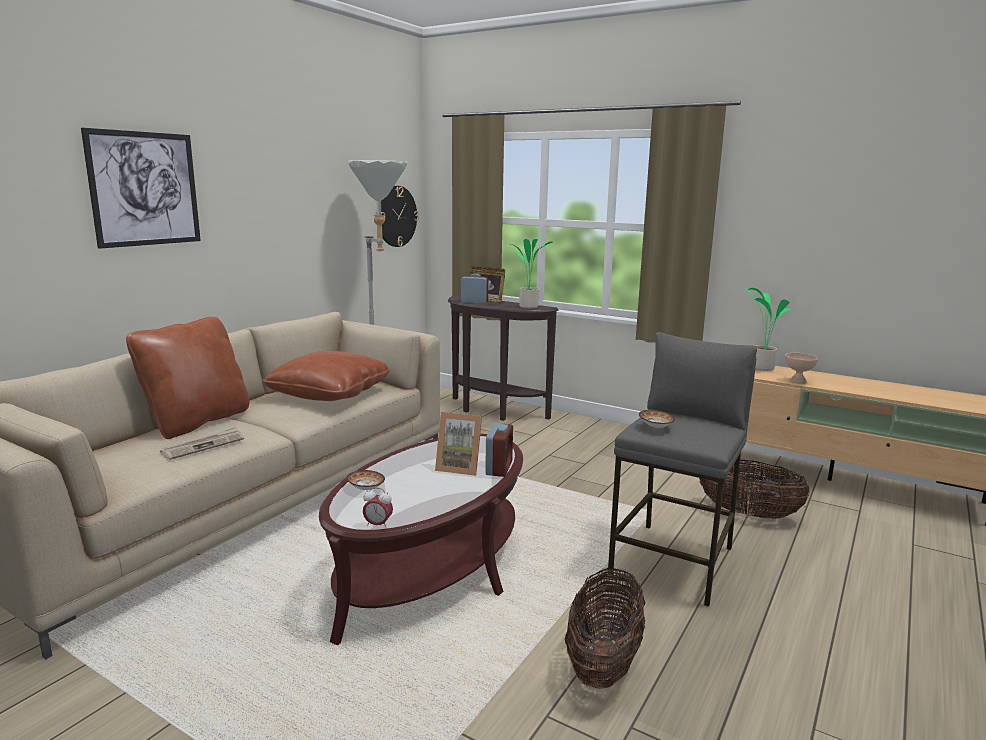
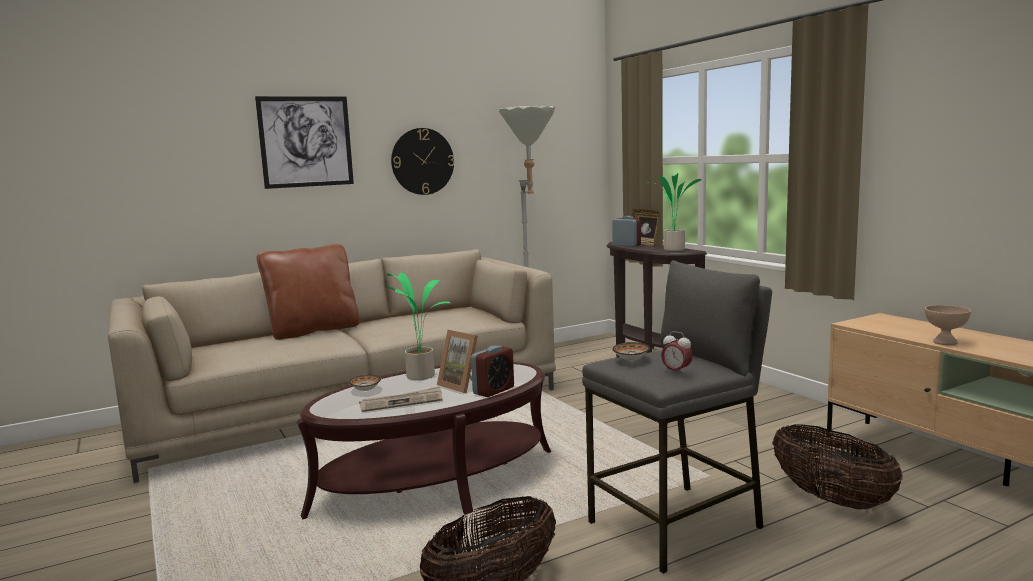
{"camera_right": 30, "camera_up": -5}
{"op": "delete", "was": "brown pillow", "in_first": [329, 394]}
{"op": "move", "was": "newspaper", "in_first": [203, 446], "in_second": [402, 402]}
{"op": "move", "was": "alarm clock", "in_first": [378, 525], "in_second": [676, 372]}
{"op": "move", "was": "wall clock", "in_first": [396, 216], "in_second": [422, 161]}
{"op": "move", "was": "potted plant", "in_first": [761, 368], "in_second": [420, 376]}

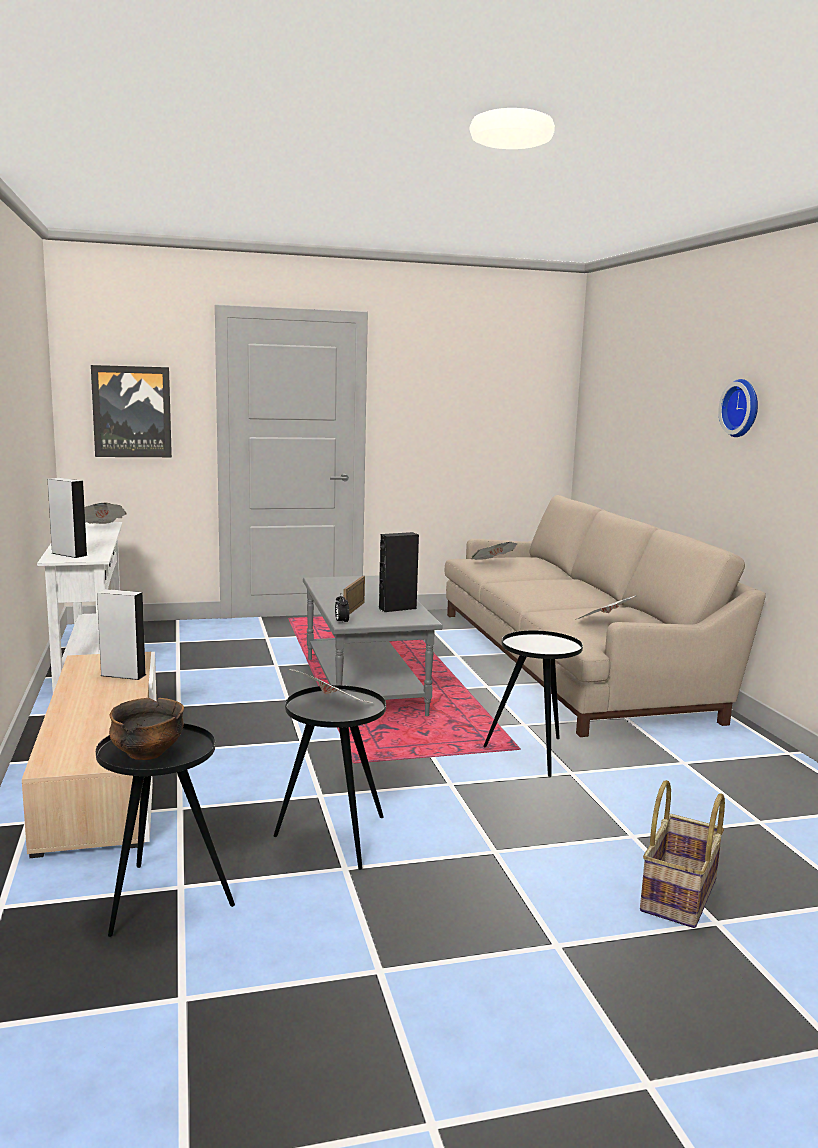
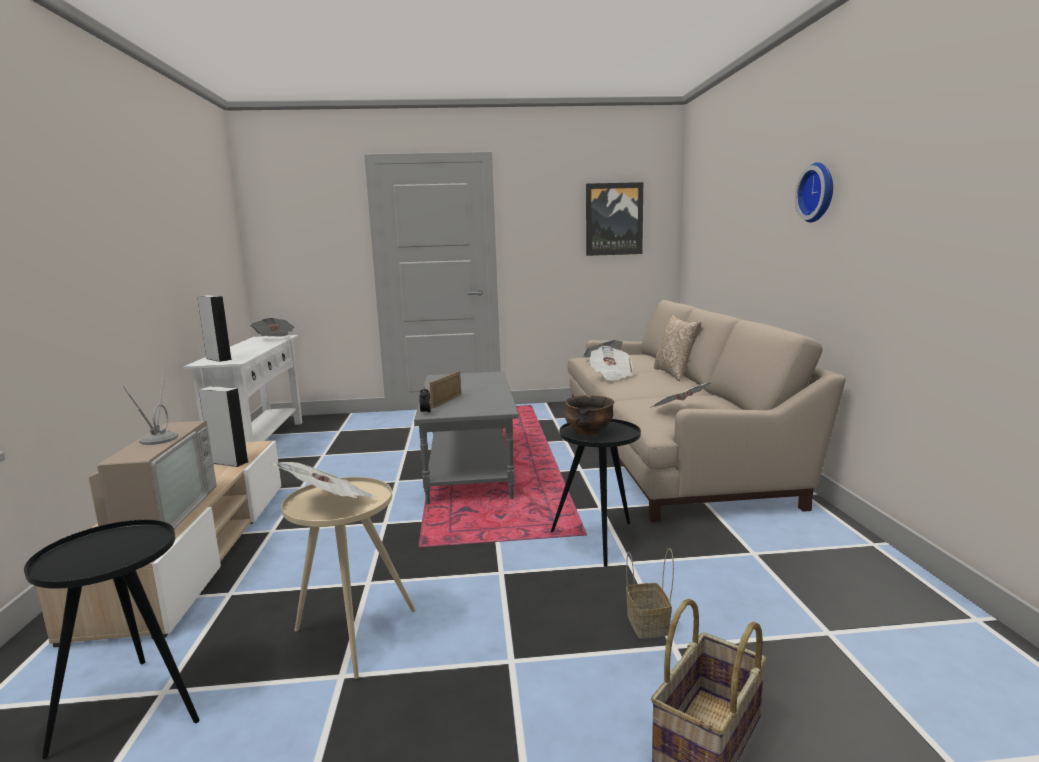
{"camera_right": 10, "camera_up": 0}
{"op": "delete", "was": "black speaker", "in_first": [397, 608]}
{"op": "insert", "now": "television", "in_second": [162, 512]}
{"op": "insert", "now": "newspaper", "in_second": [611, 375]}
{"op": "insert", "now": "basket", "in_second": [649, 625]}
{"op": "insert", "now": "pillow", "in_second": [675, 374]}
{"op": "move", "was": "picture", "in_first": [132, 412], "in_second": [614, 219]}
{"op": "move", "was": "bowl", "in_first": [147, 754], "in_second": [588, 432]}
{"op": "recolor", "was": "black side table", "now": "beige side table", "in_first": [334, 838], "in_second": [352, 635]}

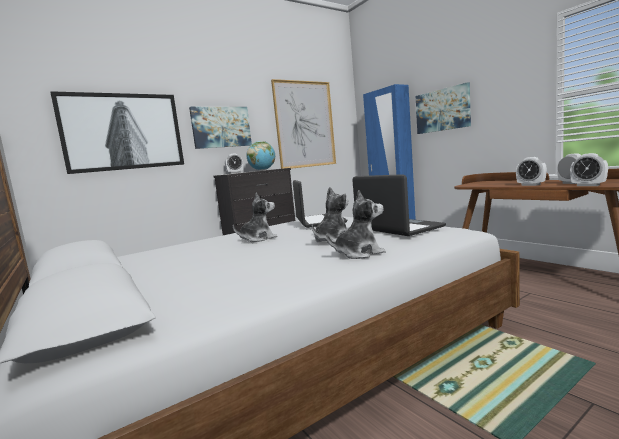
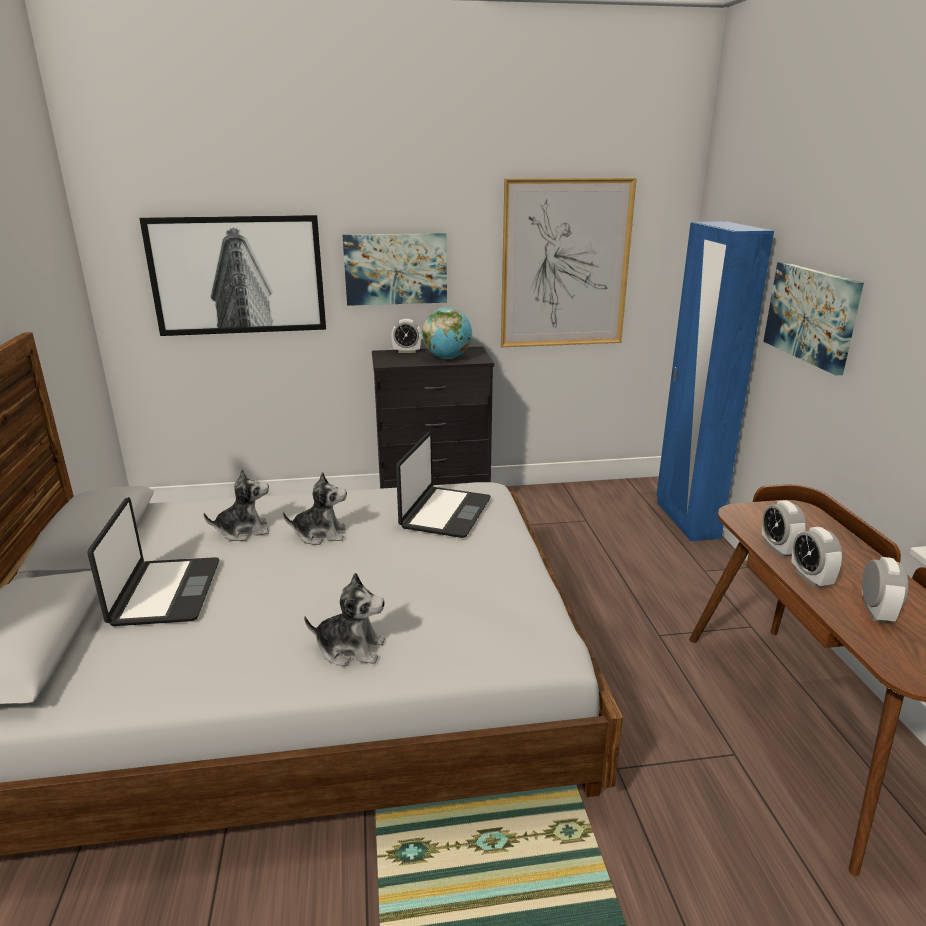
{"camera_right": 25, "camera_up": 15}
{"op": "move", "was": "plush toy", "in_first": [332, 240], "in_second": [243, 531]}
{"op": "move", "was": "laptop", "in_first": [398, 228], "in_second": [165, 593]}
{"op": "move", "was": "alarm clock", "in_first": [588, 185], "in_second": [778, 549]}

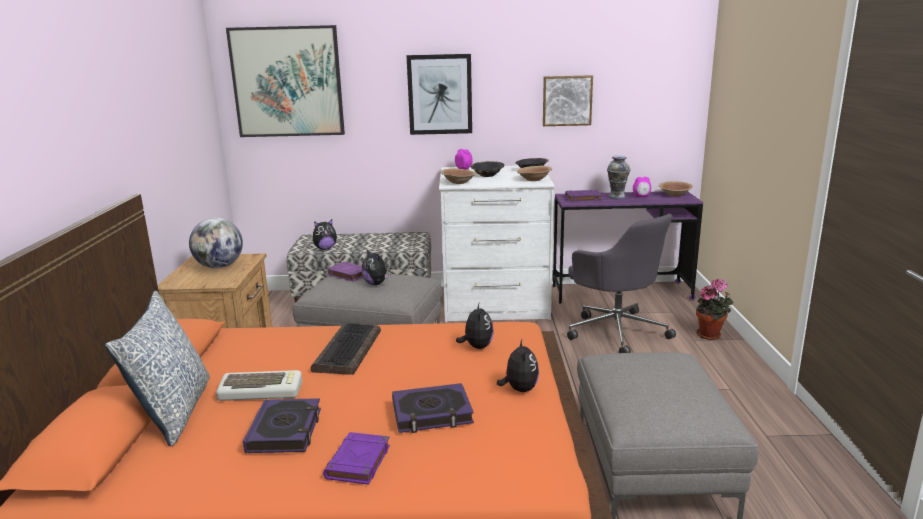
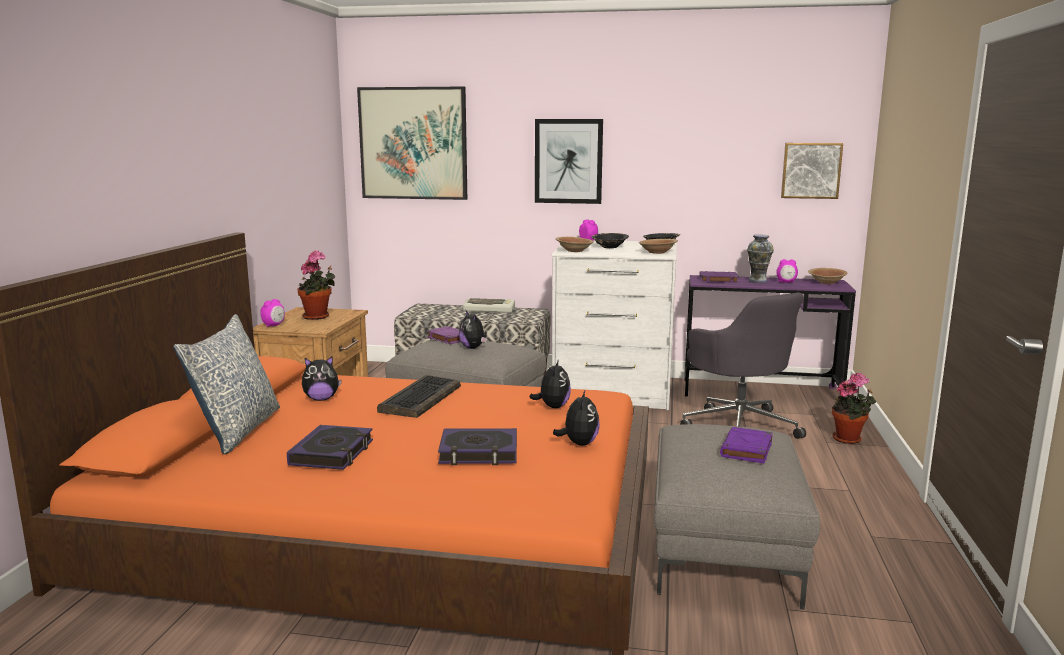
{"camera_right": 10, "camera_up": -5}
{"op": "insert", "now": "alarm clock", "in_second": [274, 325]}
{"op": "move", "was": "keyboard", "in_first": [262, 391], "in_second": [489, 310]}
{"op": "move", "was": "plush toy", "in_first": [325, 248], "in_second": [321, 399]}
{"op": "move", "was": "purple book", "in_first": [358, 463], "in_second": [746, 450]}
{"op": "move", "was": "picture", "in_first": [567, 100], "in_second": [811, 170]}
{"op": "replace", "was": "globe", "now": "potted plant", "in_first": [220, 266], "in_second": [318, 317]}

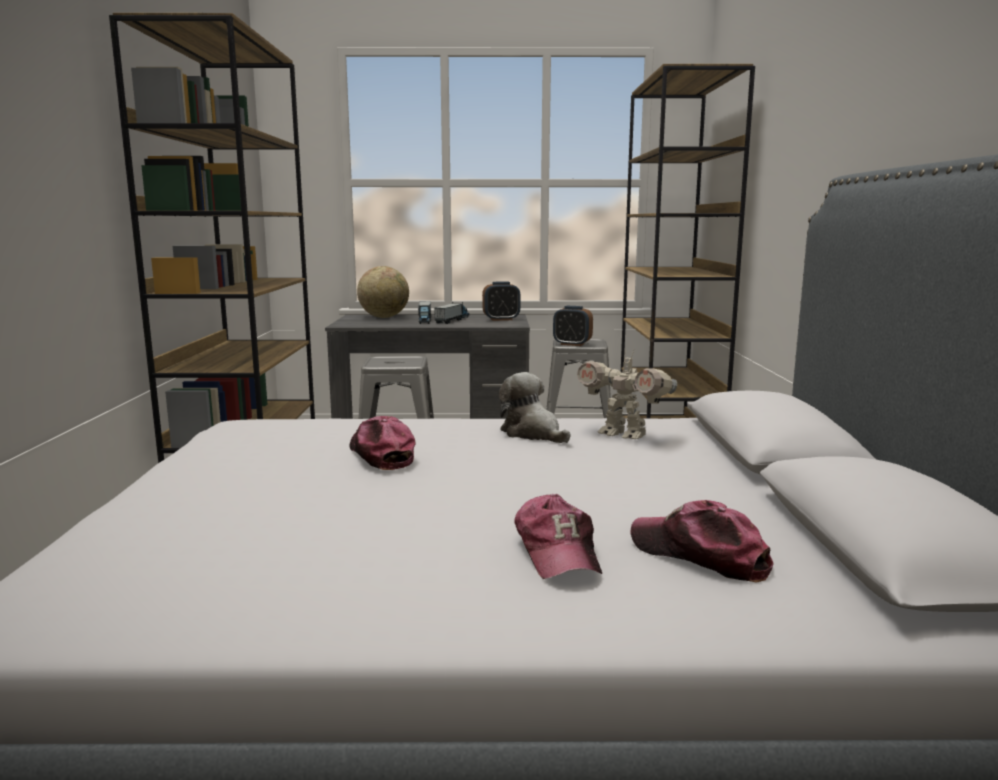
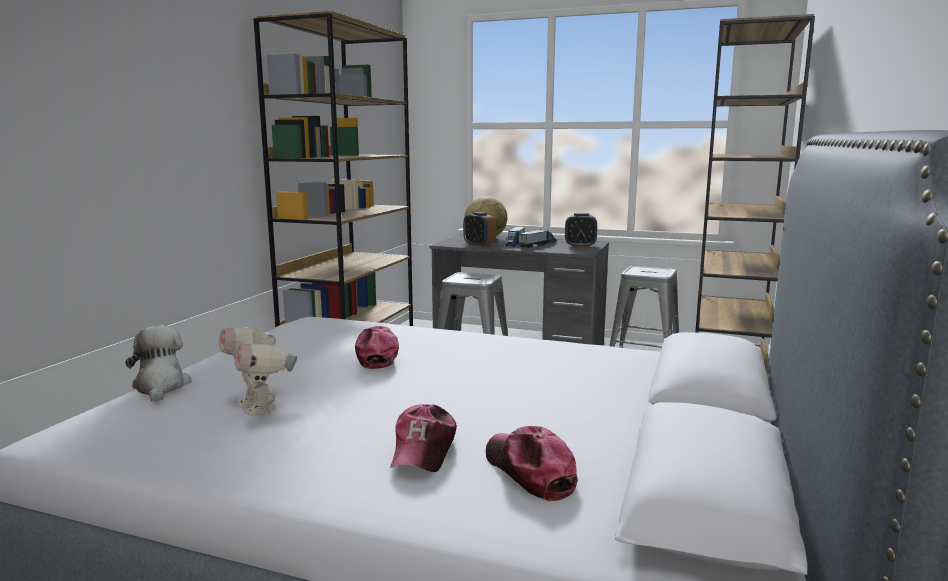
{"camera_right": 20, "camera_up": 0}
{"op": "move", "was": "plush toy", "in_first": [533, 433], "in_second": [161, 386]}
{"op": "move", "was": "alarm clock", "in_first": [572, 344], "in_second": [479, 245]}
{"op": "move", "was": "toy robot", "in_first": [623, 435], "in_second": [259, 407]}

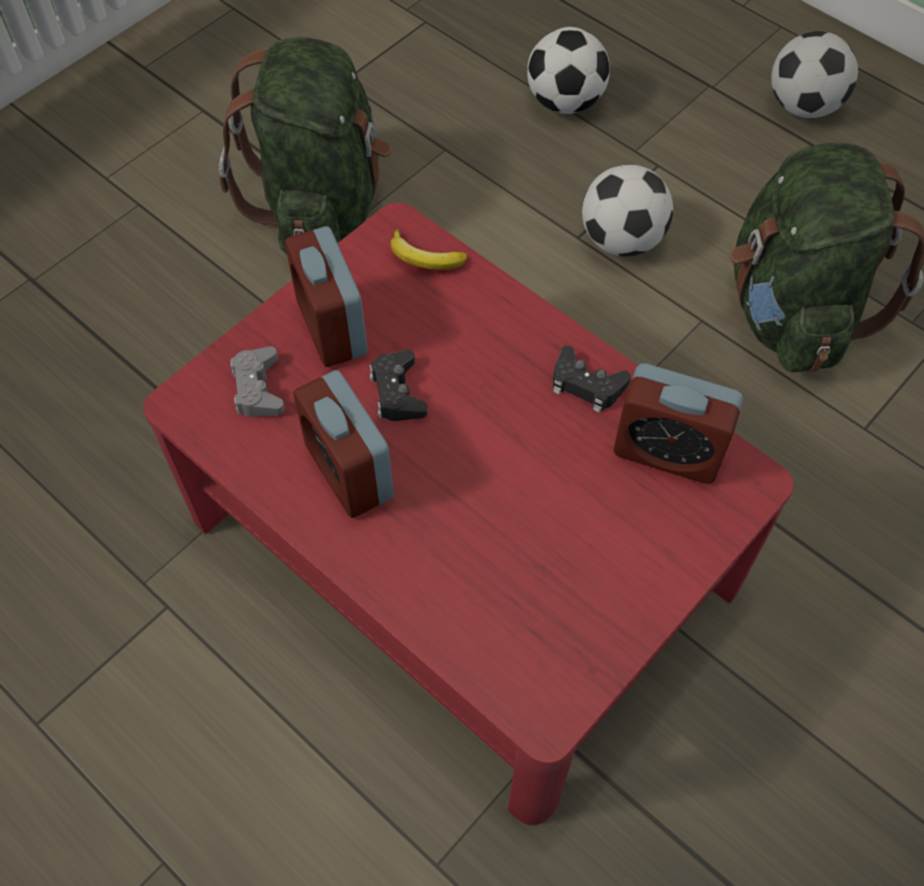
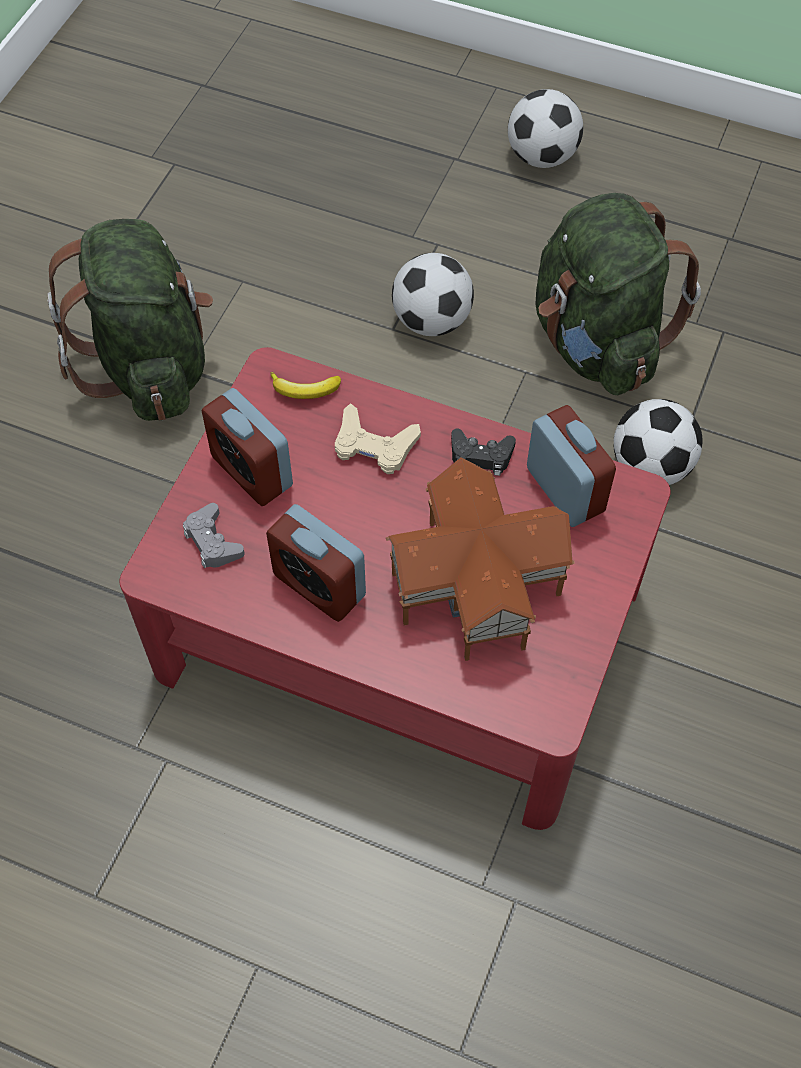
{"camera_right": -20, "camera_up": 0}
{"op": "delete", "was": "black game controller", "in_first": [397, 392]}
{"op": "insert", "now": "beige game controller", "in_second": [374, 445]}
{"op": "insert", "now": "toy house", "in_second": [474, 587]}
{"op": "move", "was": "football", "in_first": [564, 102], "in_second": [650, 467]}
{"op": "rotate", "was": "alarm clock", "in_first": [667, 451], "in_second": [565, 490], "clockwise": -120}

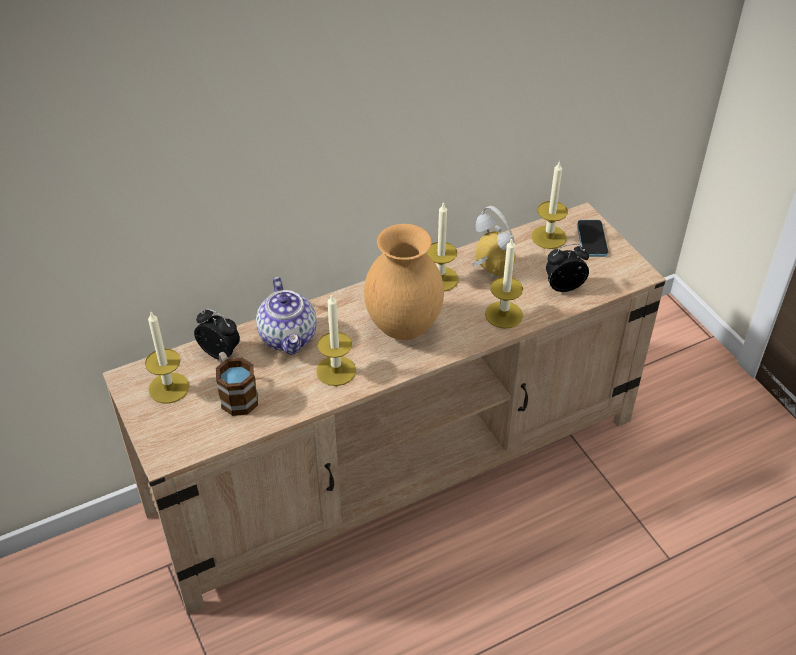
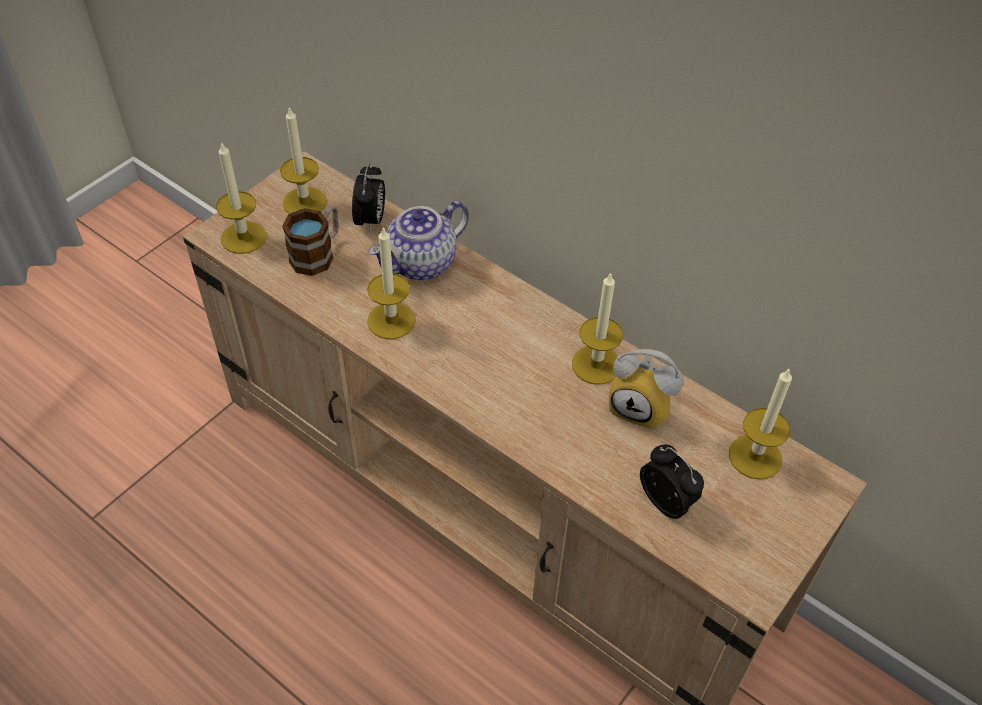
{"camera_right": 65, "camera_up": 5}
{"op": "delete", "was": "brown vase", "in_first": [404, 327]}
{"op": "delete", "was": "phone", "in_first": [592, 239]}
{"op": "move", "was": "candle", "in_first": [504, 315], "in_second": [243, 237]}
{"op": "rotate", "was": "alarm clock", "in_first": [487, 270], "in_second": [642, 407], "clockwise": 90}

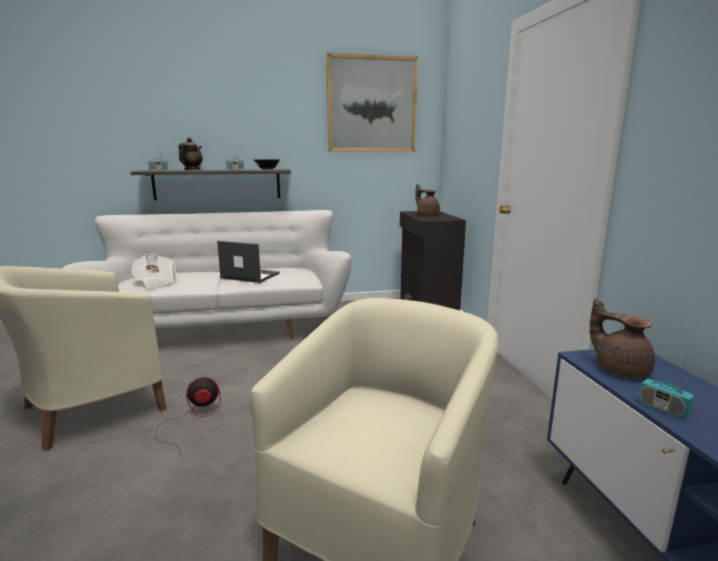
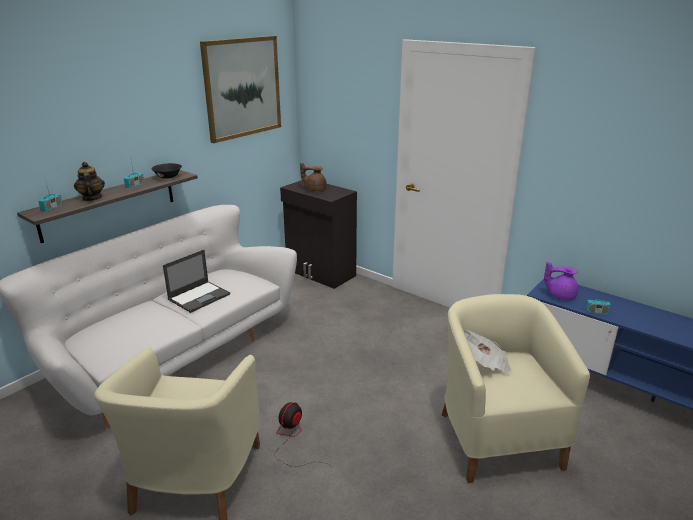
{"camera_right": -40, "camera_up": 10}
{"op": "move", "was": "newspaper", "in_first": [155, 282], "in_second": [485, 363]}
{"op": "recolor", "was": "brown teapot", "now": "purple teapot", "in_first": [619, 369], "in_second": [560, 295]}
{"op": "rotate", "was": "laptop", "in_first": [249, 276], "in_second": [199, 296], "clockwise": 150}

